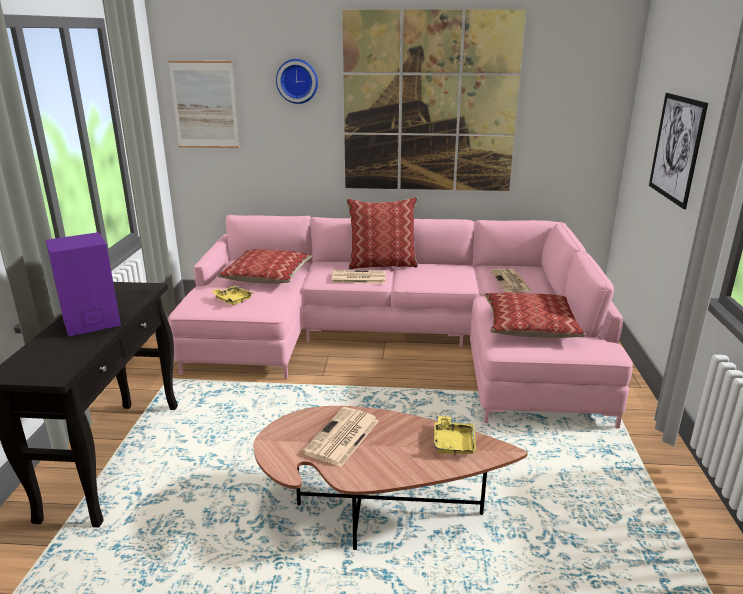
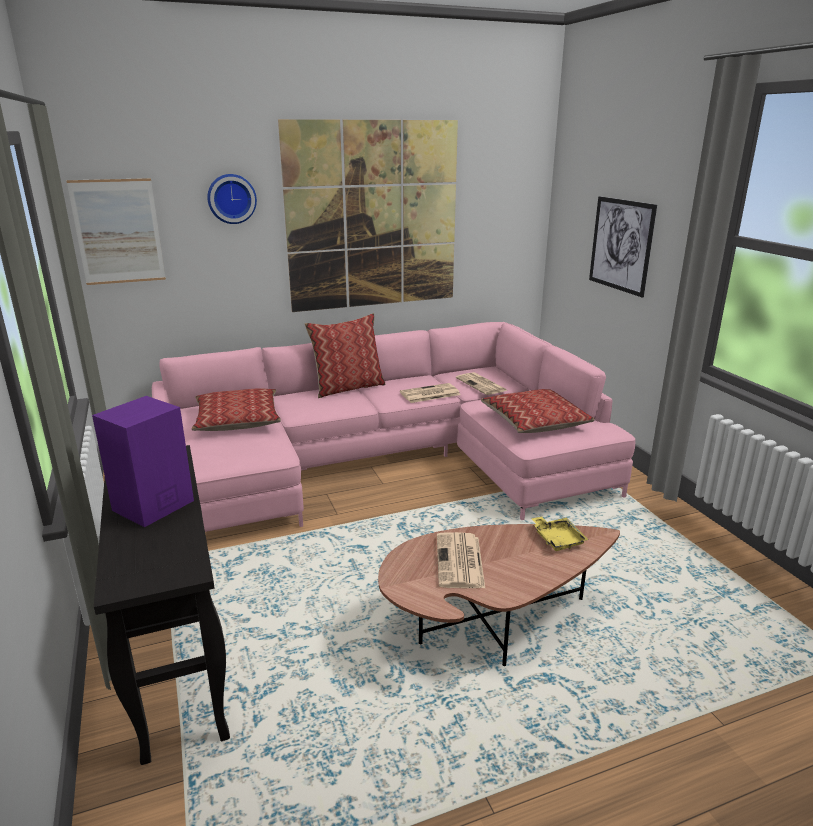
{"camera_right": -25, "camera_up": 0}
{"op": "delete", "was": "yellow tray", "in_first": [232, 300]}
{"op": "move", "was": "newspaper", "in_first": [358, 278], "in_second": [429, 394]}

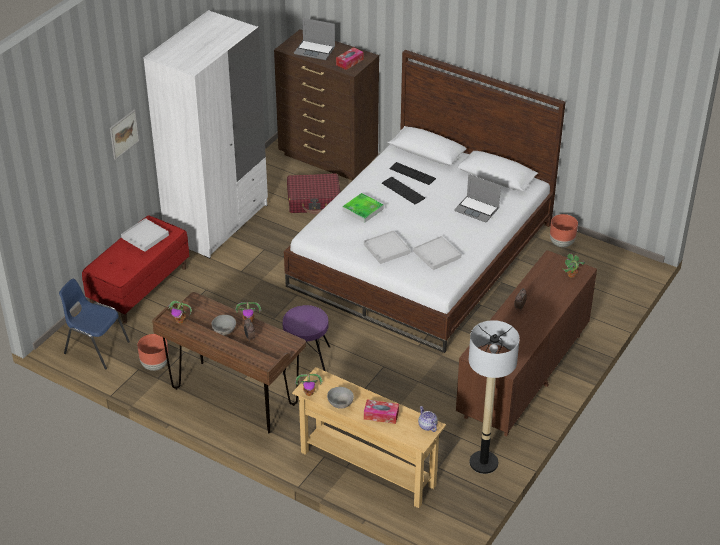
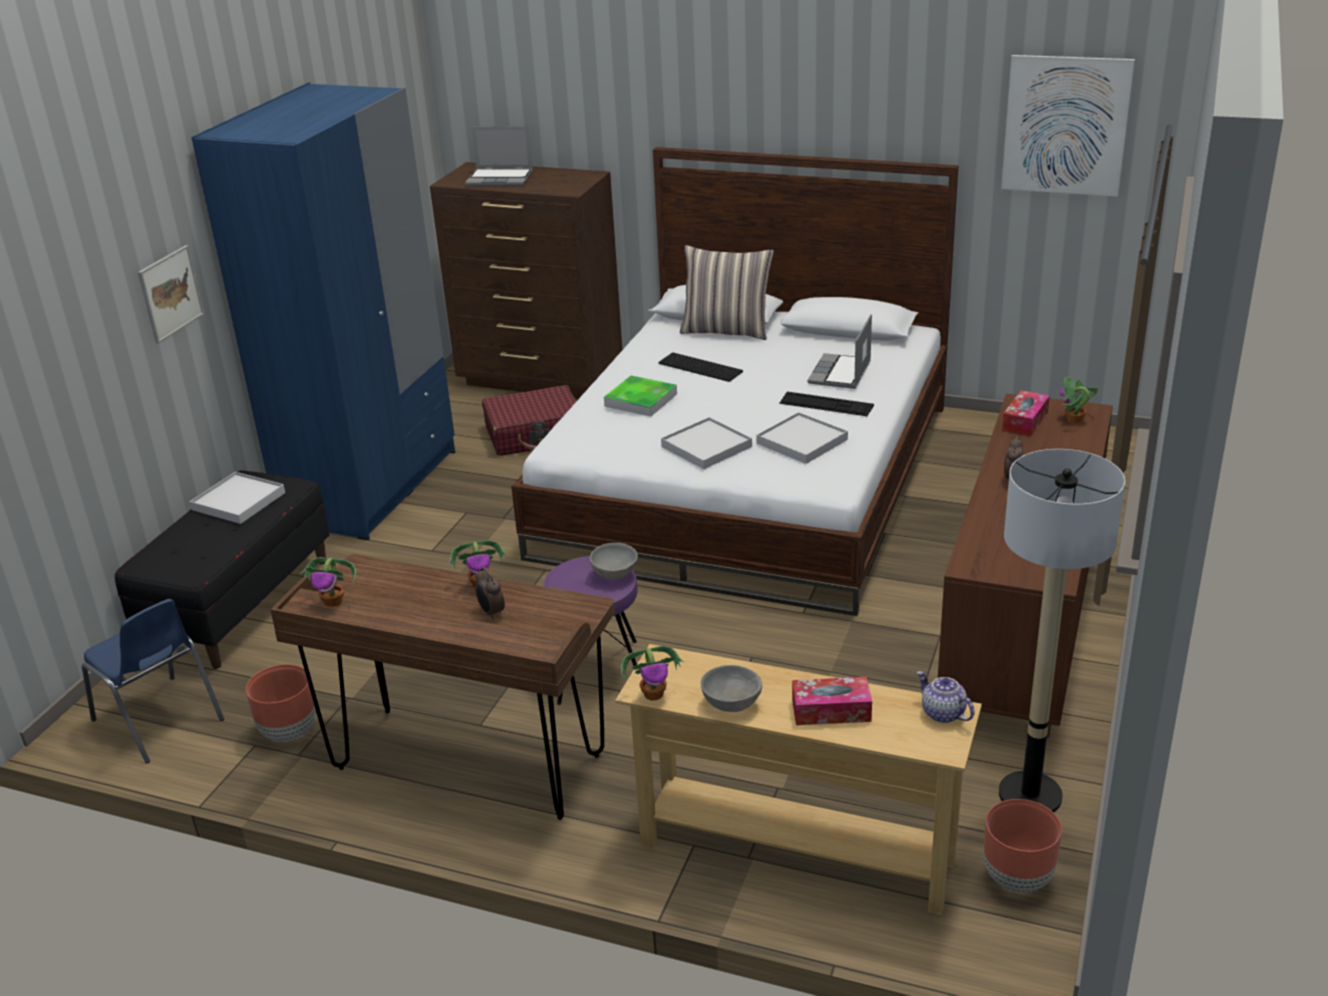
{"camera_right": -10, "camera_up": -10}
{"op": "insert", "now": "pillow", "in_second": [727, 331]}
{"op": "insert", "now": "picture", "in_second": [1065, 125]}
{"op": "move", "was": "grey bowl", "in_first": [224, 331], "in_second": [615, 574]}
{"op": "move", "was": "tissue box", "in_first": [349, 62], "in_second": [1025, 421]}
{"op": "move", "was": "keyboard", "in_first": [412, 173], "in_second": [826, 404]}
{"op": "move", "was": "brown planter", "in_first": [562, 243], "in_second": [1018, 879]}
{"op": "recolor", "was": "red bench", "now": "black bench", "in_first": [139, 287], "in_second": [239, 605]}
{"op": "recolor", "was": "white wardrobe", "now": "blue wardrobe", "in_first": [217, 222], "in_second": [371, 487]}
{"op": "rotate", "was": "blue chair", "in_first": [95, 347], "in_second": [159, 721], "clockwise": -150}
{"op": "rotate", "was": "laptop", "in_first": [477, 209], "in_second": [840, 374], "clockwise": 90}

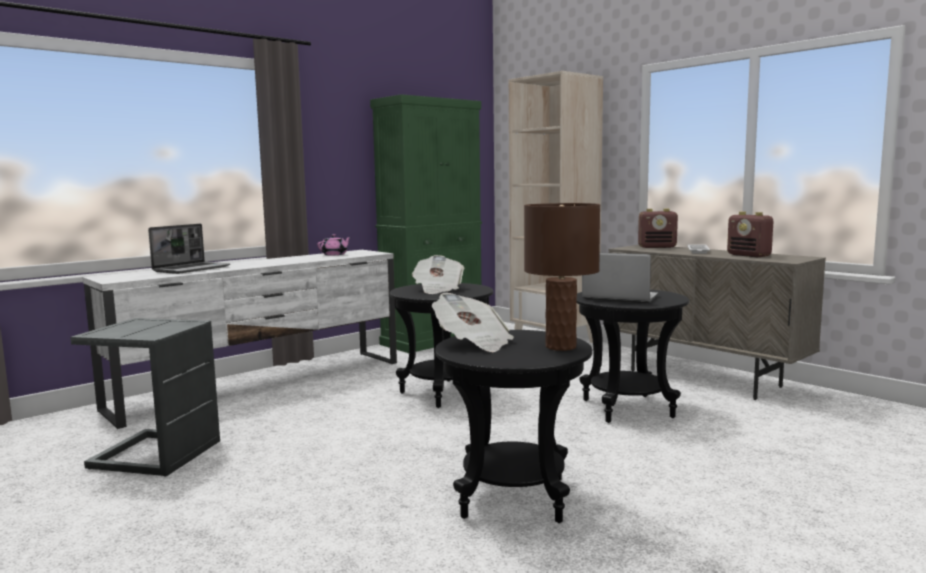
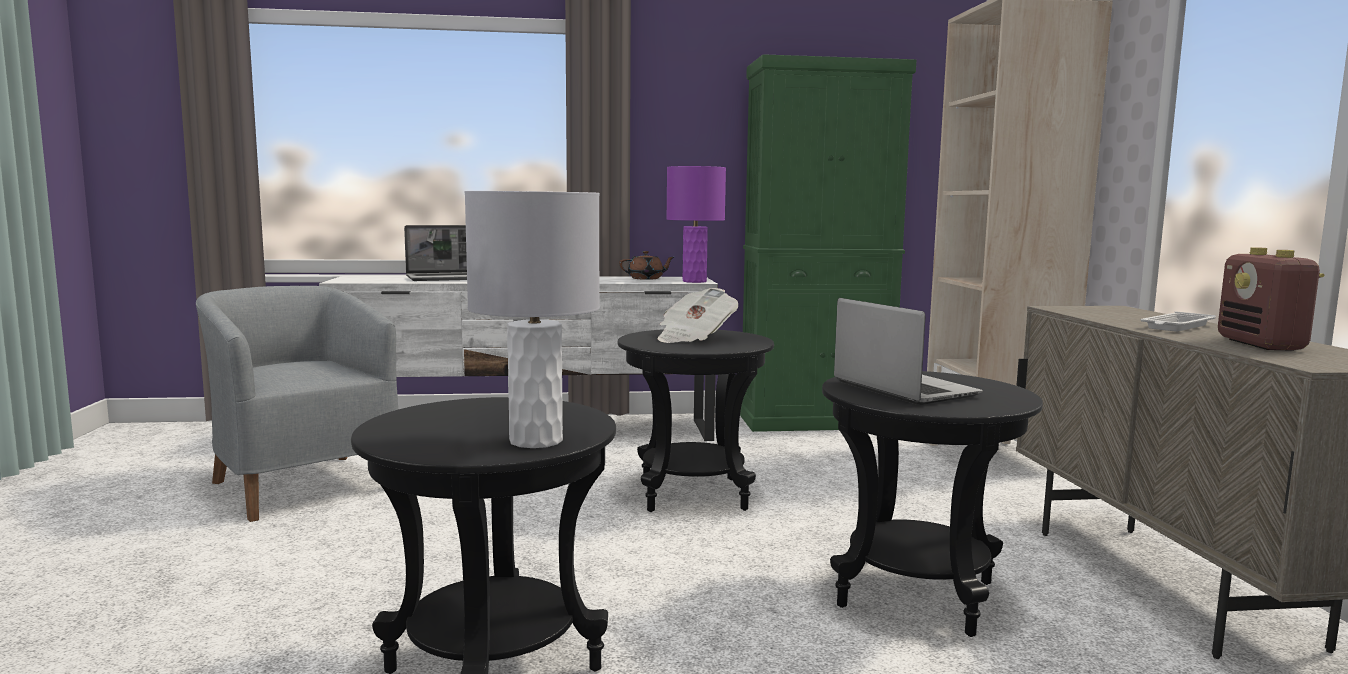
{"camera_right": 35, "camera_up": 0}
{"op": "delete", "was": "newspaper", "in_first": [473, 343]}
{"op": "delete", "was": "radio", "in_first": [657, 247]}
{"op": "insert", "now": "purple table lamp", "in_second": [694, 281]}
{"op": "replace", "was": "grey side table", "now": "grey armchair", "in_first": [155, 454], "in_second": [301, 483]}
{"op": "recolor", "was": "pink teapot", "now": "brown teapot", "in_first": [335, 254], "in_second": [646, 278]}
{"op": "recolor", "was": "brown table lamp", "now": "grey table lamp", "in_first": [560, 347], "in_second": [535, 441]}

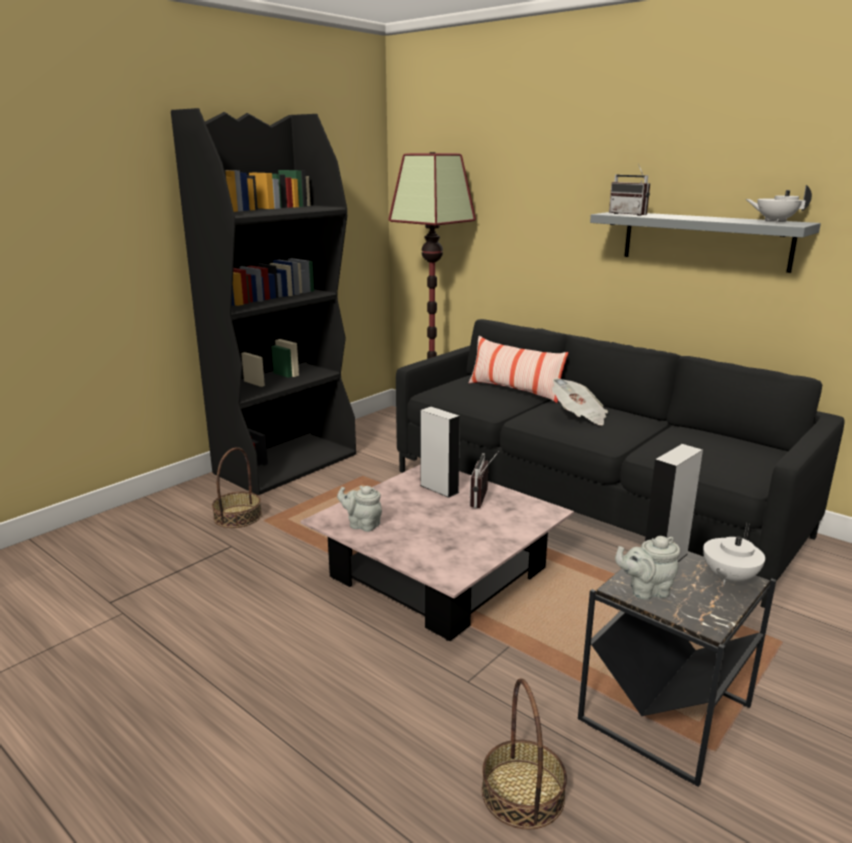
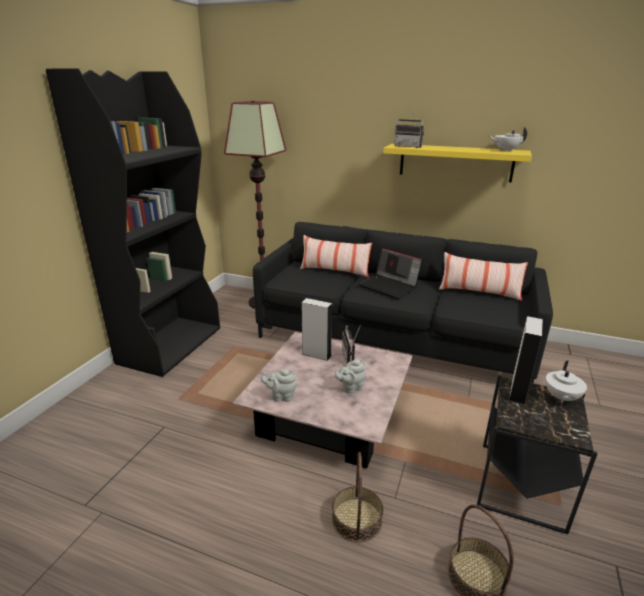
{"camera_right": -20, "camera_up": 5}
{"op": "insert", "now": "pillow", "in_second": [479, 292]}
{"op": "move", "was": "basket", "in_first": [238, 516], "in_second": [357, 519]}
{"op": "move", "was": "grey teapot", "in_first": [646, 591], "in_second": [351, 387]}
{"op": "replace", "was": "newspaper", "now": "laptop", "in_first": [579, 416], "in_second": [389, 286]}
{"op": "recolor", "was": "grey shelf", "now": "yellow shelf", "in_first": [705, 240], "in_second": [455, 162]}

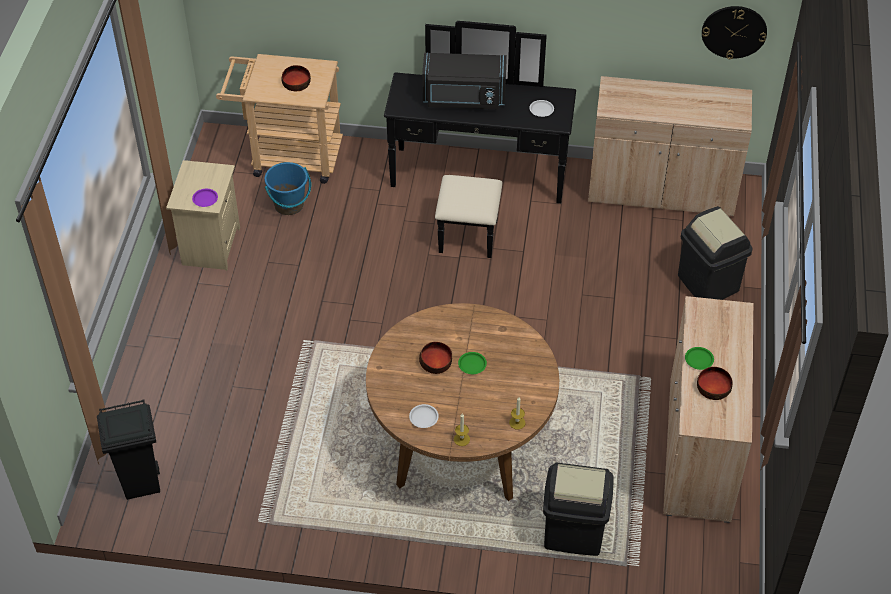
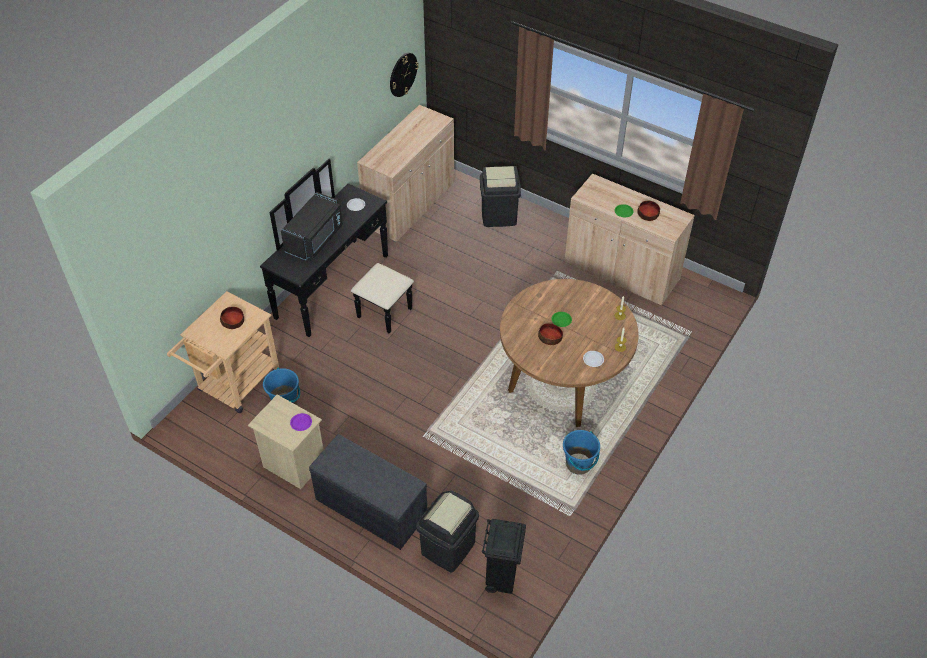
{"camera_right": -65, "camera_up": 0}
{"op": "insert", "now": "grey bench", "in_second": [370, 507]}
{"op": "insert", "now": "blue bucket", "in_second": [578, 464]}
{"op": "move", "was": "black trash can", "in_first": [573, 532], "in_second": [448, 548]}

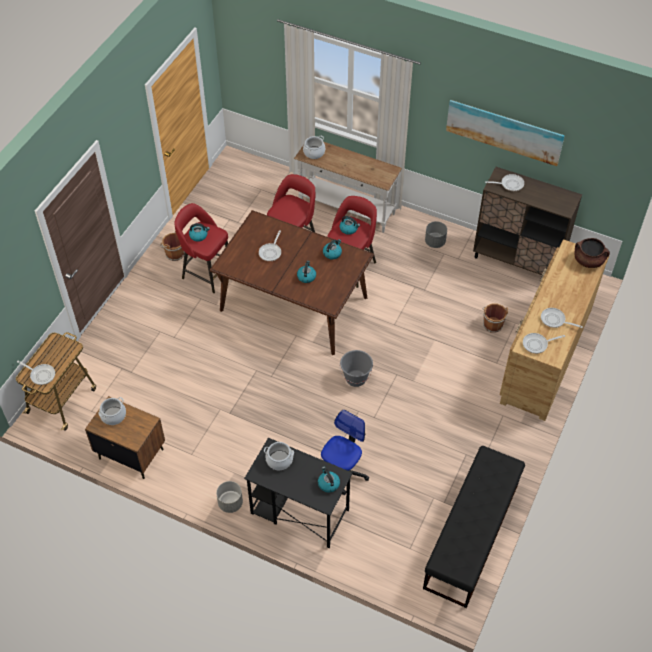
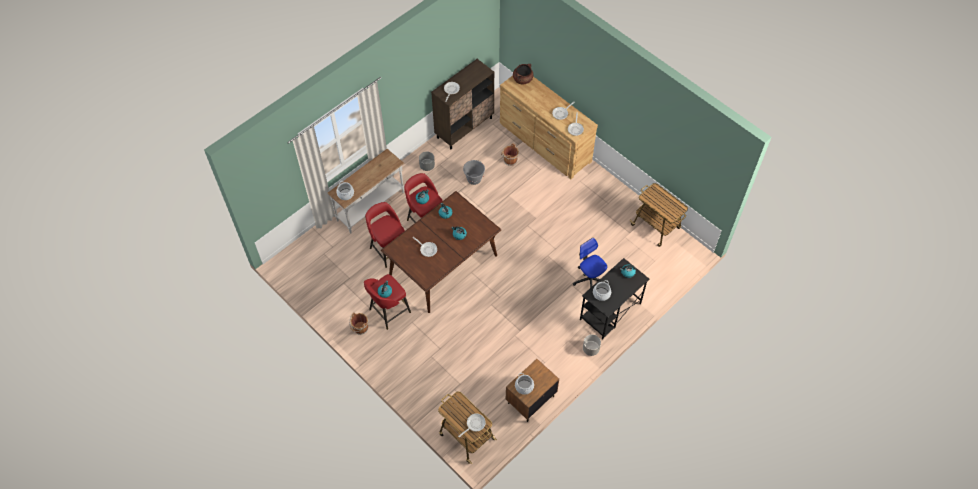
{"camera_right": -70, "camera_up": 5}
{"op": "delete", "was": "picture", "in_first": [504, 131]}
{"op": "move", "was": "grey bucket", "in_first": [356, 378], "in_second": [474, 179]}
{"op": "replace", "was": "black bench", "now": "cart", "in_first": [471, 535], "in_second": [656, 227]}

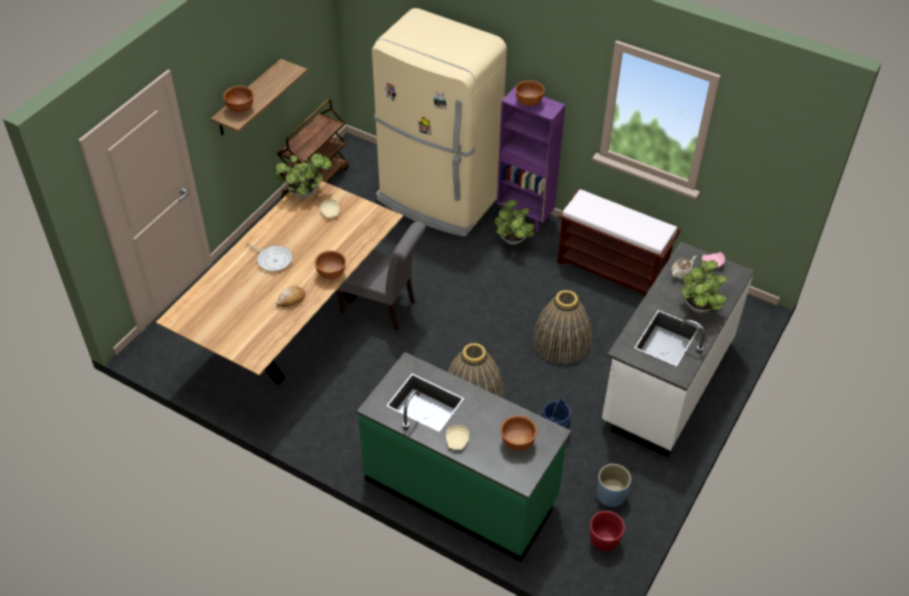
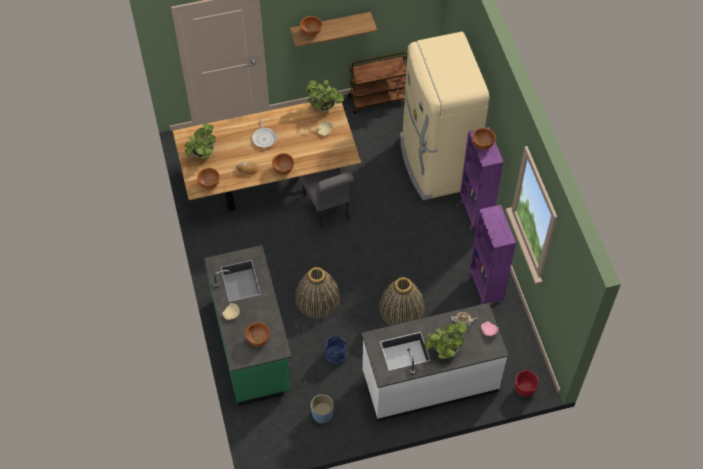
{"camera_right": 45, "camera_up": 10}
{"op": "insert", "now": "brown bowl", "in_second": [209, 184]}
{"op": "move", "was": "potted plant", "in_first": [513, 241], "in_second": [202, 154]}
{"op": "move", "was": "red planter", "in_first": [603, 541], "in_second": [524, 389]}
{"op": "replace", "was": "brown bench", "now": "purple bookcase", "in_first": [612, 269], "in_second": [485, 289]}

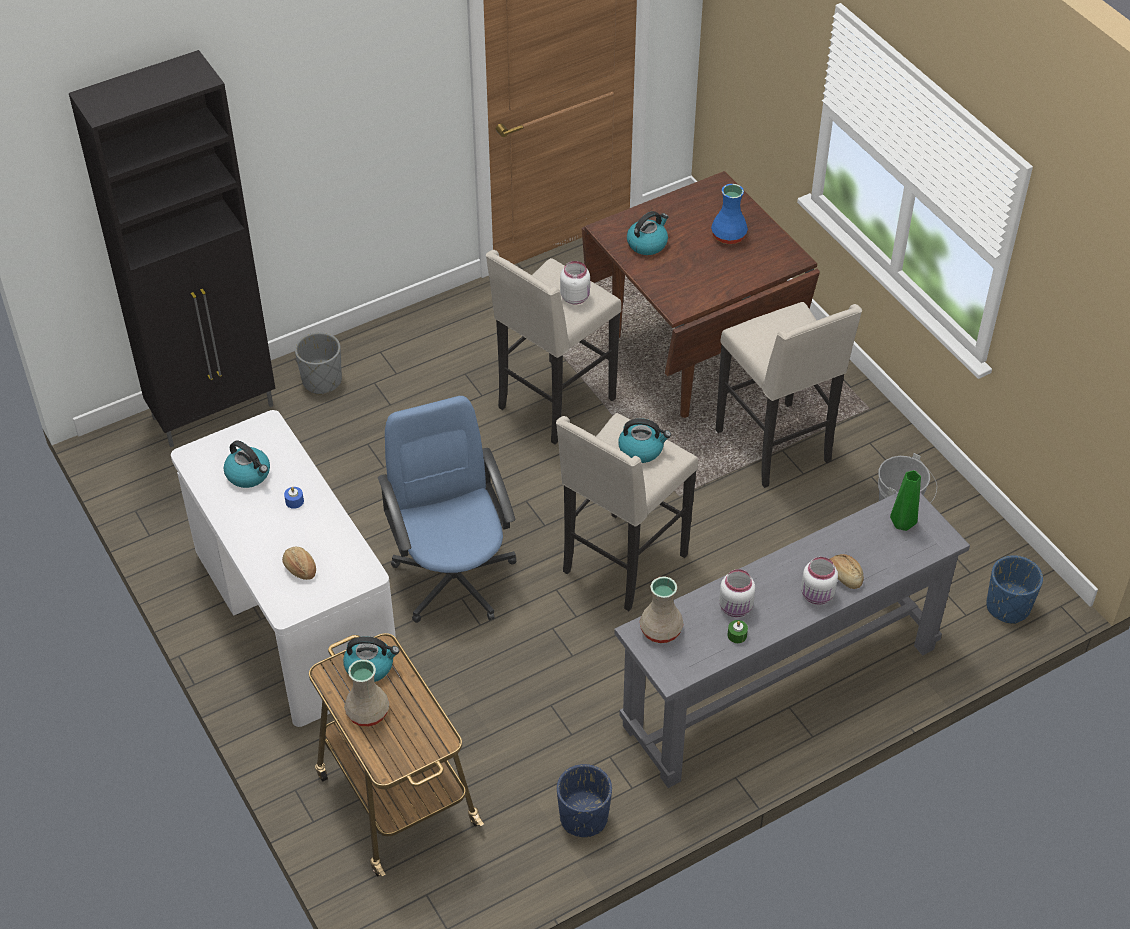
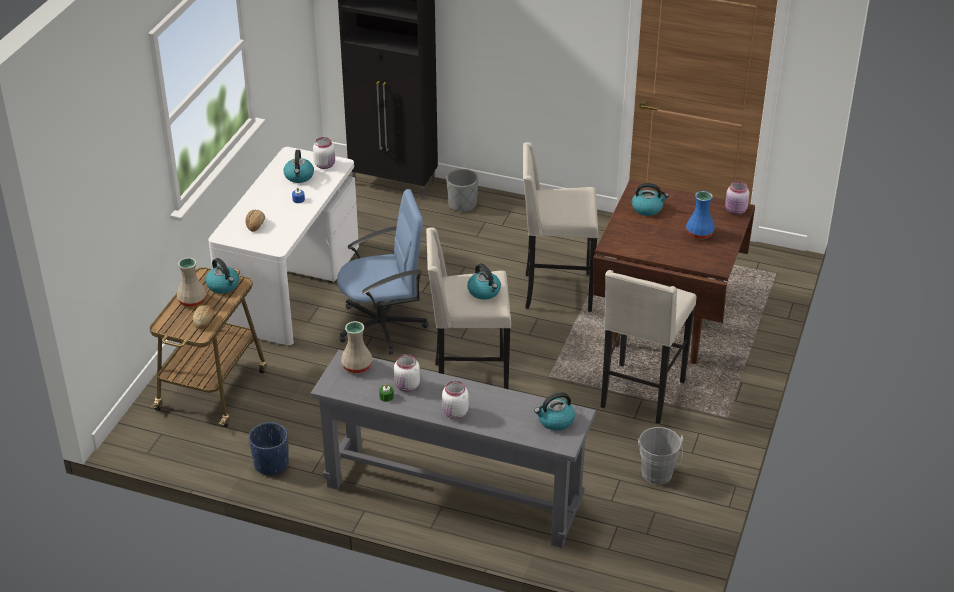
{"camera_right": 50, "camera_up": -10}
{"op": "delete", "was": "blue planter", "in_first": [1008, 607]}
{"op": "insert", "now": "pink jar", "in_second": [736, 211]}
{"op": "move", "was": "white jar", "in_first": [575, 297], "in_second": [325, 165]}
{"op": "move", "was": "bread", "in_first": [844, 576], "in_second": [204, 321]}
{"op": "replace", "was": "green vase", "now": "kettle", "in_first": [902, 525], "in_second": [555, 421]}
{"op": "rotate", "was": "blue office chair", "in_first": [454, 577], "in_second": [383, 326], "clockwise": 45}

